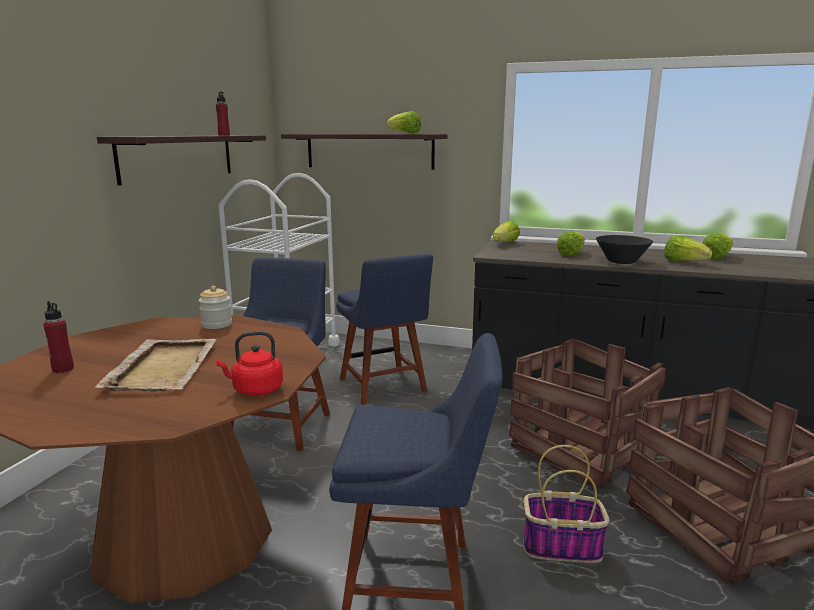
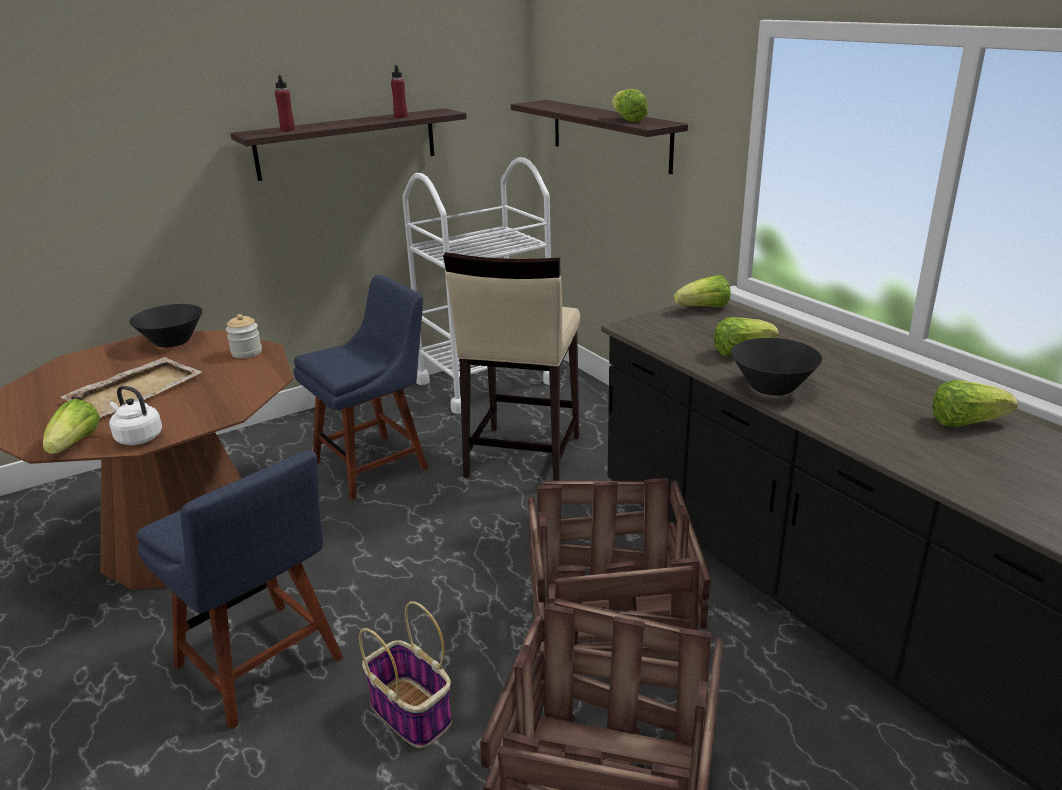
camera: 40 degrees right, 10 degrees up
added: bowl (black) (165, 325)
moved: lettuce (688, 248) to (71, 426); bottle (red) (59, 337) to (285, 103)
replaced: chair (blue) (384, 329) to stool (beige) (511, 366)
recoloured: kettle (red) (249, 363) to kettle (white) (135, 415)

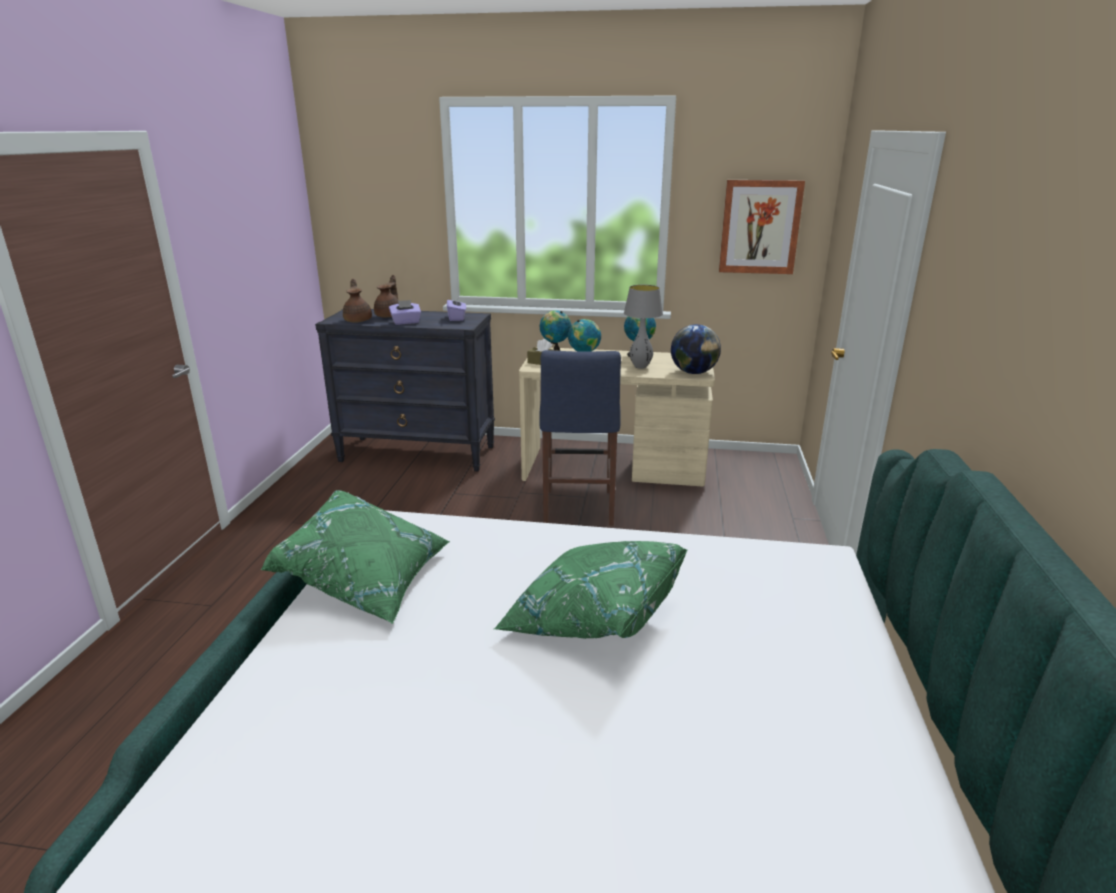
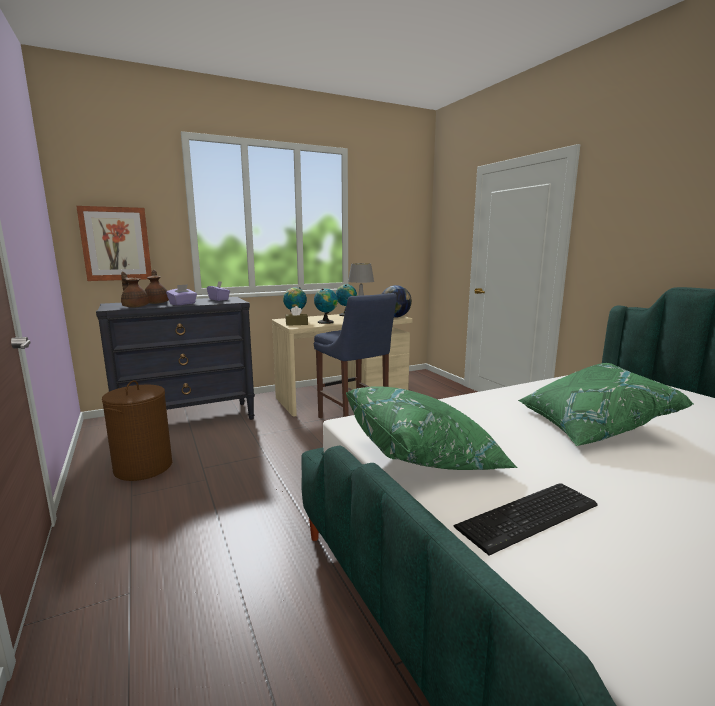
camera: 35 degrees left, 10 degrees down
added: laundry basket (brown) (137, 430); keyboard (526, 520)
moved: picture (762, 227) to (114, 243)

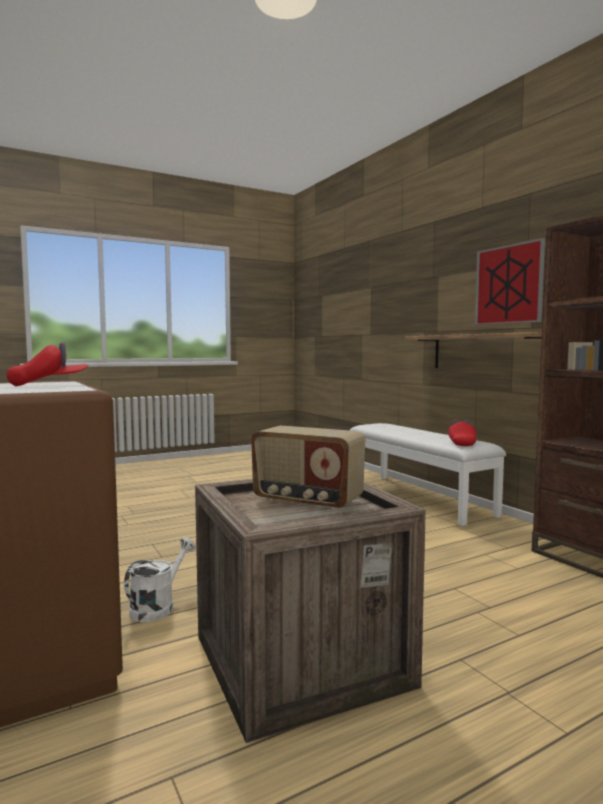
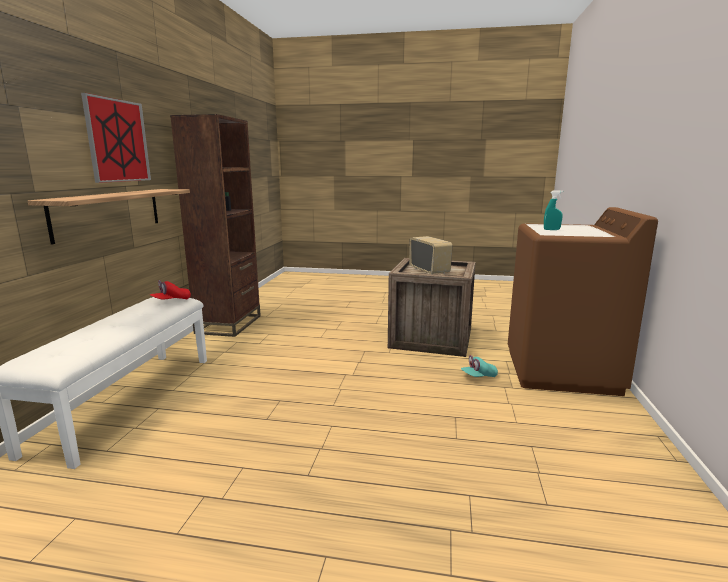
camera: 140 degrees left, 10 degrees up
replaced: watering can (white) (159, 580) to cap (turquoise) (479, 366); cap (red) (47, 364) to spray bottle (turquoise) (553, 210)

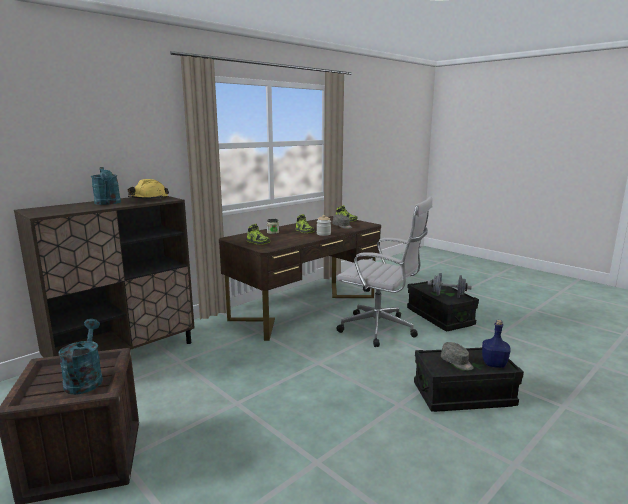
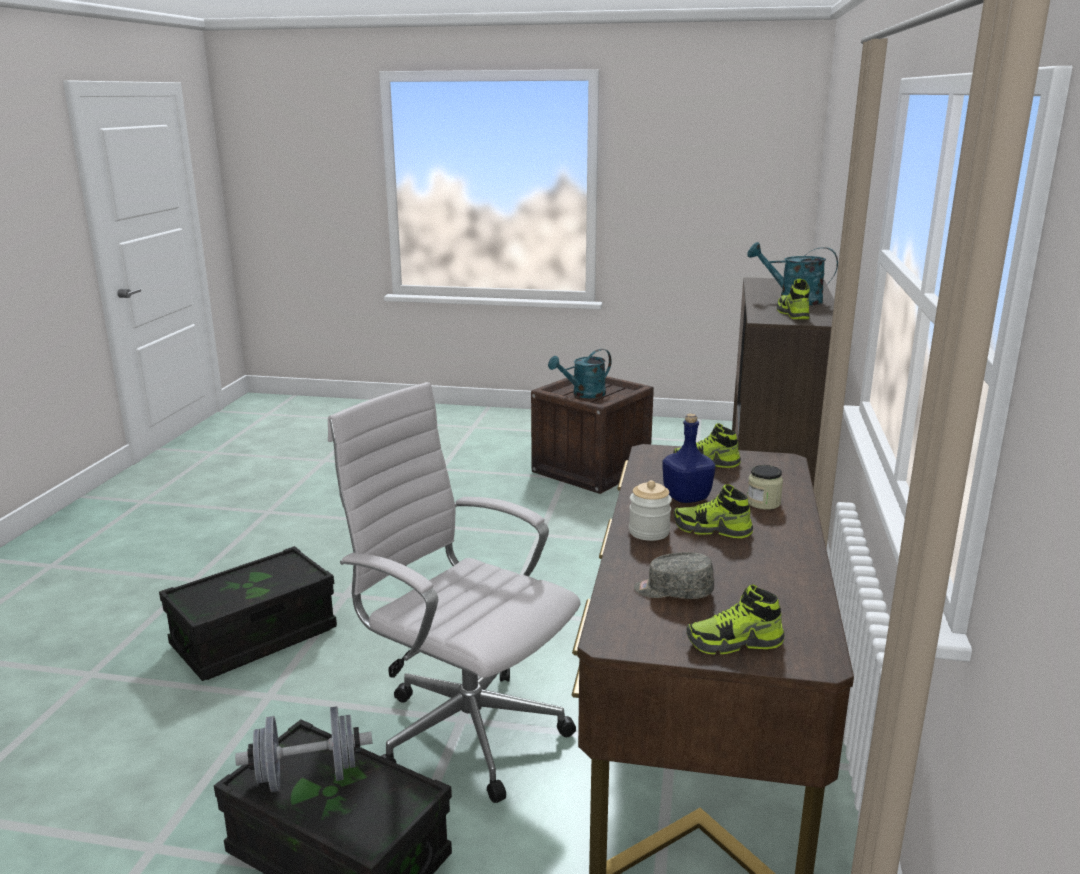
camera: 145 degrees right, 5 degrees up
removed: cap (grey) (457, 356)
moved: bottle (blue) (496, 344) to (688, 458)
replaced: hard hat (yellow) (148, 189) to shoe (793, 299)
turned: office chair (white) (384, 272) = (454, 592) 45 degrees clockwise; watering can (turquoise) (81, 357) = (580, 373) 105 degrees clockwise

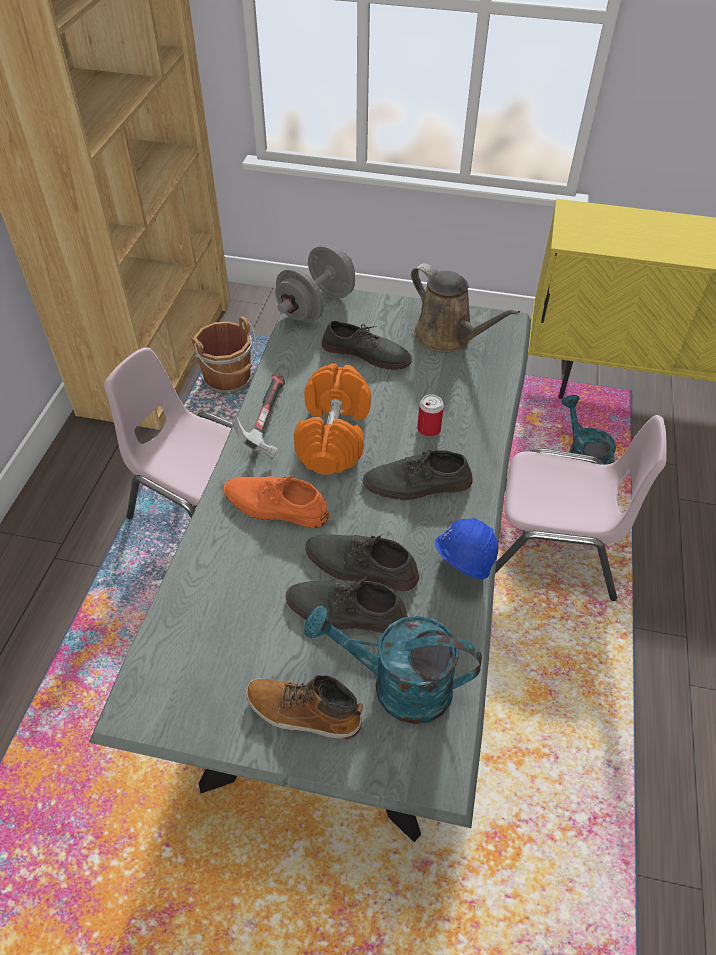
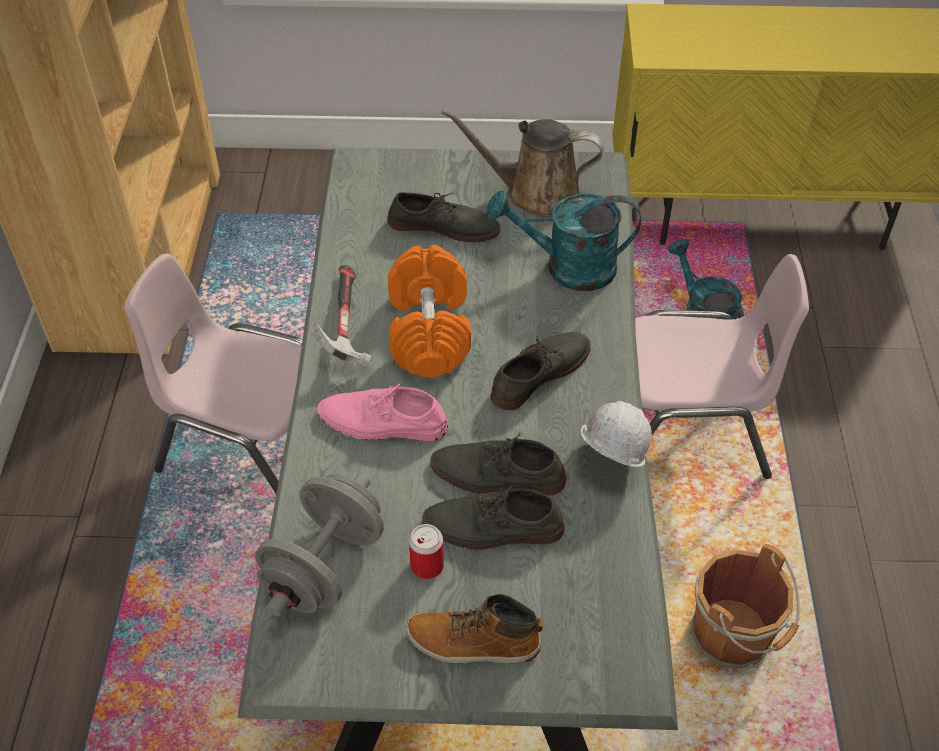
camera: 10 degrees left, 0 degrees up
moved: dumbbell (grey) (315, 283) to (319, 545); can (430, 415) to (426, 551); watering can (turquoise) (393, 665) to (563, 241); bucket (brown) (224, 355) to (744, 606)
recoloured: shoe (orange) (276, 501) to shoe (pink) (383, 411); hard hat (blue) (466, 548) to hard hat (white) (616, 434)
turned: watering can (brown) (465, 307) = (522, 163) 150 degrees clockwise; shoe (grey) (418, 473) = (540, 371) 150 degrees clockwise

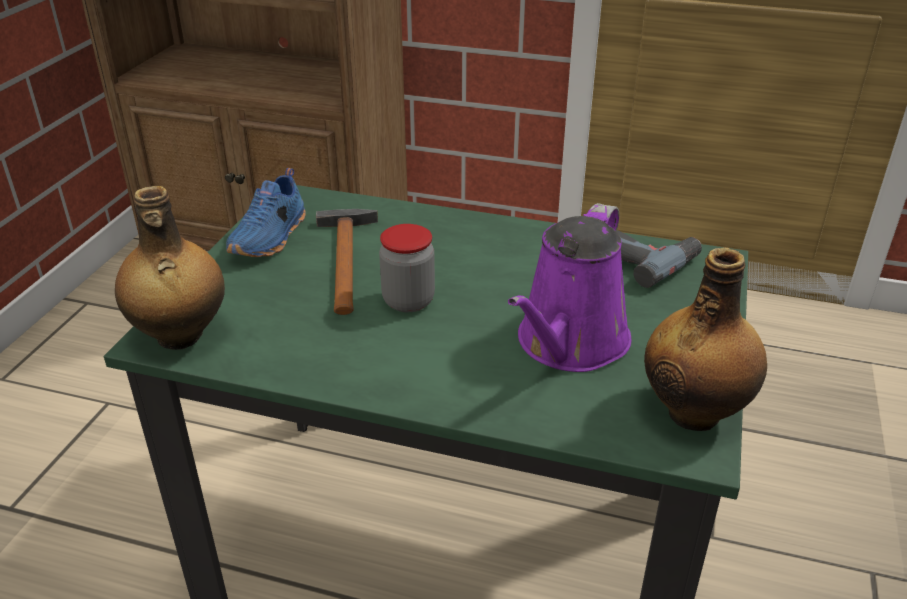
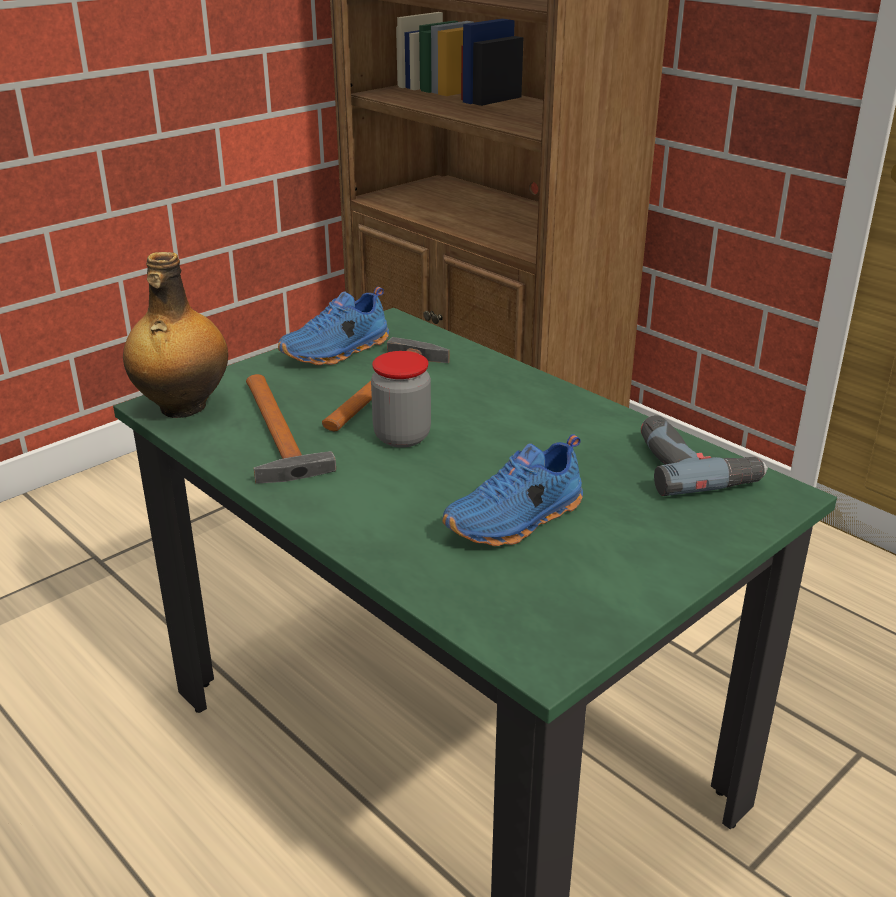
camera: 30 degrees right, 5 degrees down
removed: bottle (705, 339)
added: hammer (291, 429)
replaced: watering can (purple) (569, 287) to shoe (blue) (512, 490)

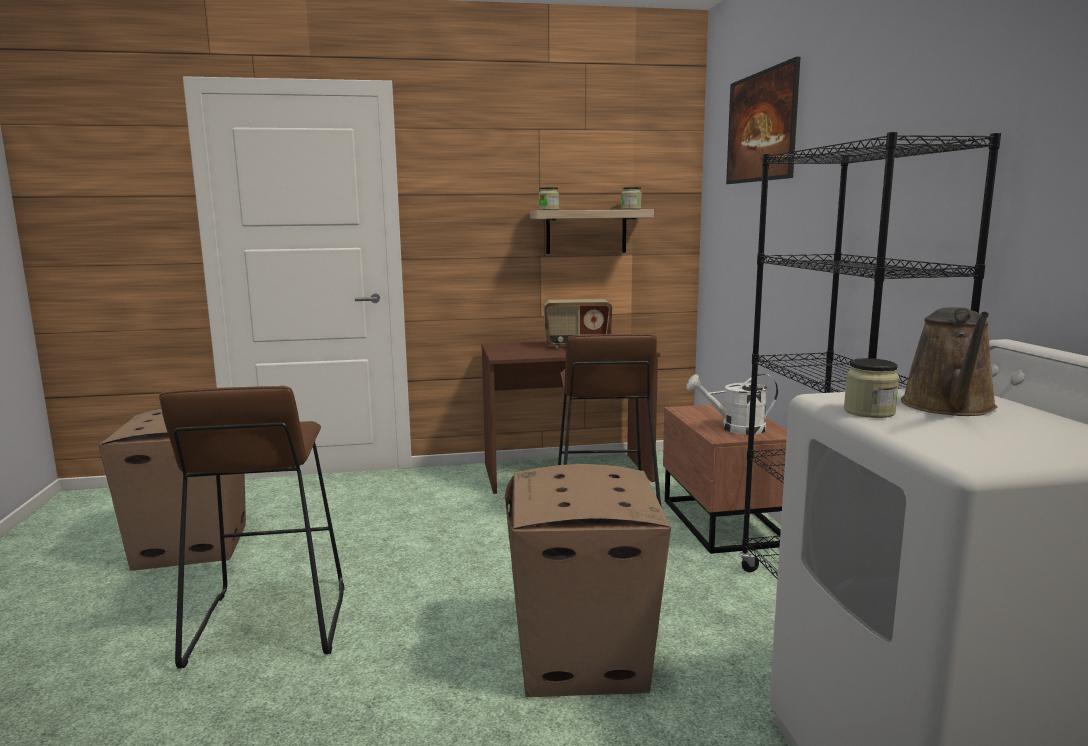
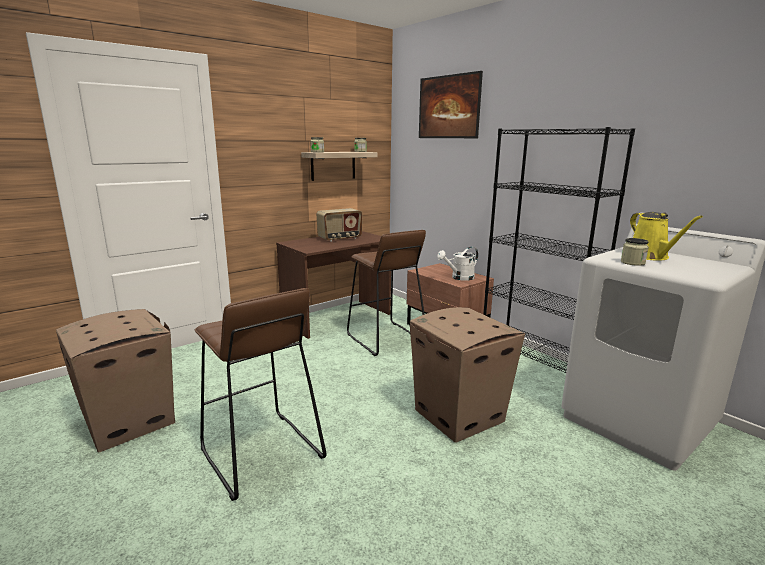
camera: 30 degrees left, 5 degrees up
recoloured: watering can (brown) (949, 361) to watering can (yellow) (666, 236)

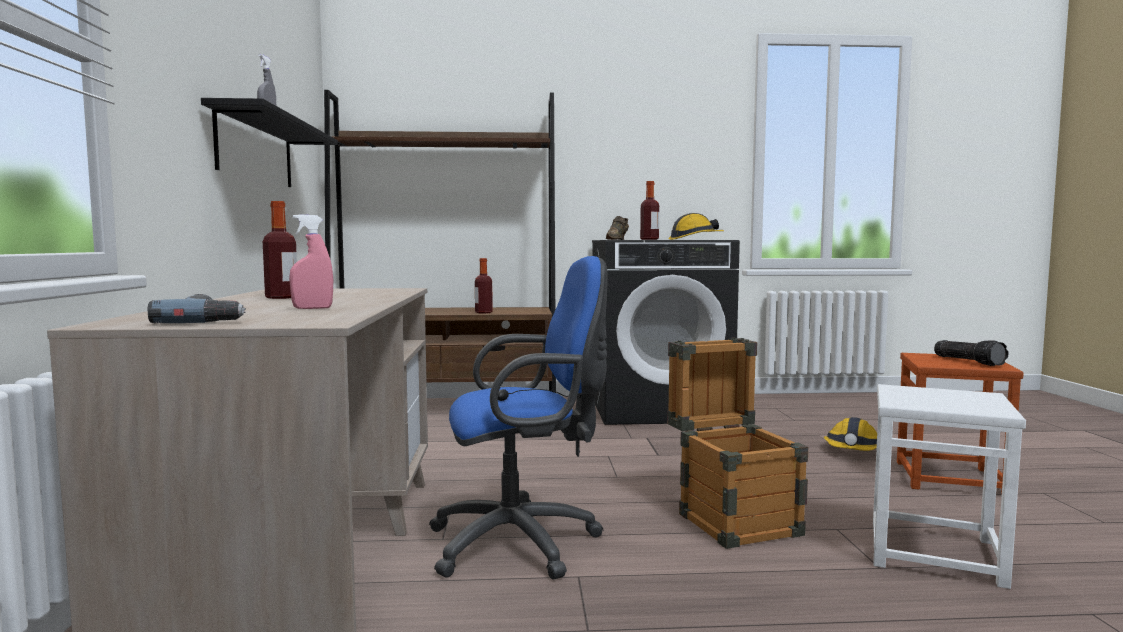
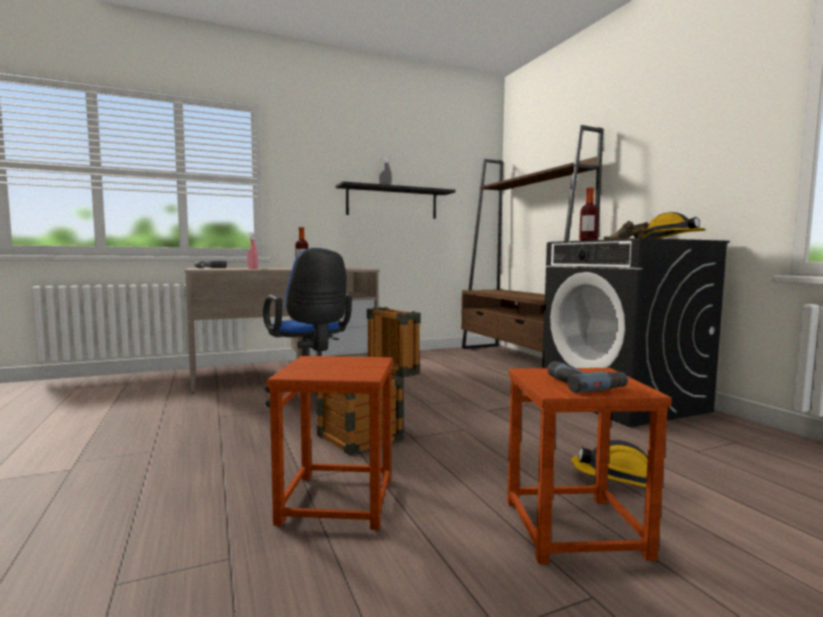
camera: 70 degrees right, 0 degrees up
removed: bottle (484, 285)
replaced: flashlight (971, 353) to power drill (588, 377)
recoloured: stool (white) (949, 486) to stool (brown) (330, 443)

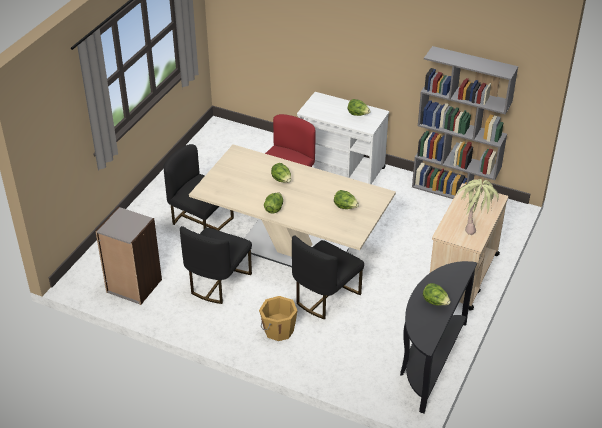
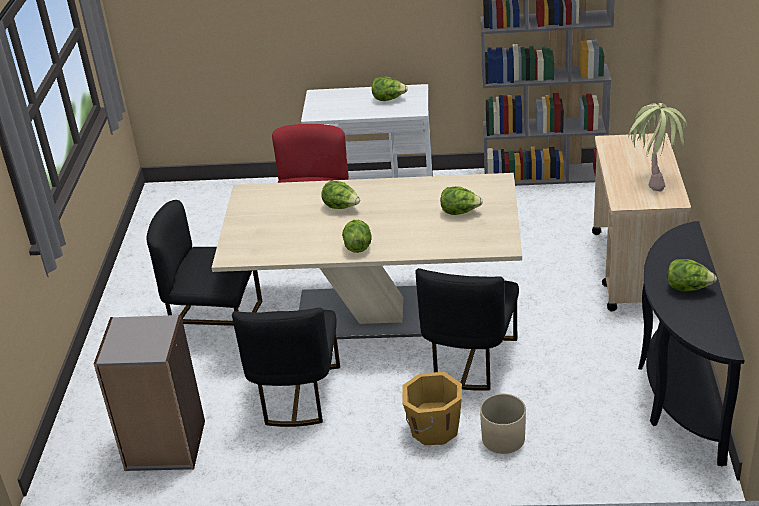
camera: 20 degrees left, 5 degrees down
added: planter (beige) (503, 424)

